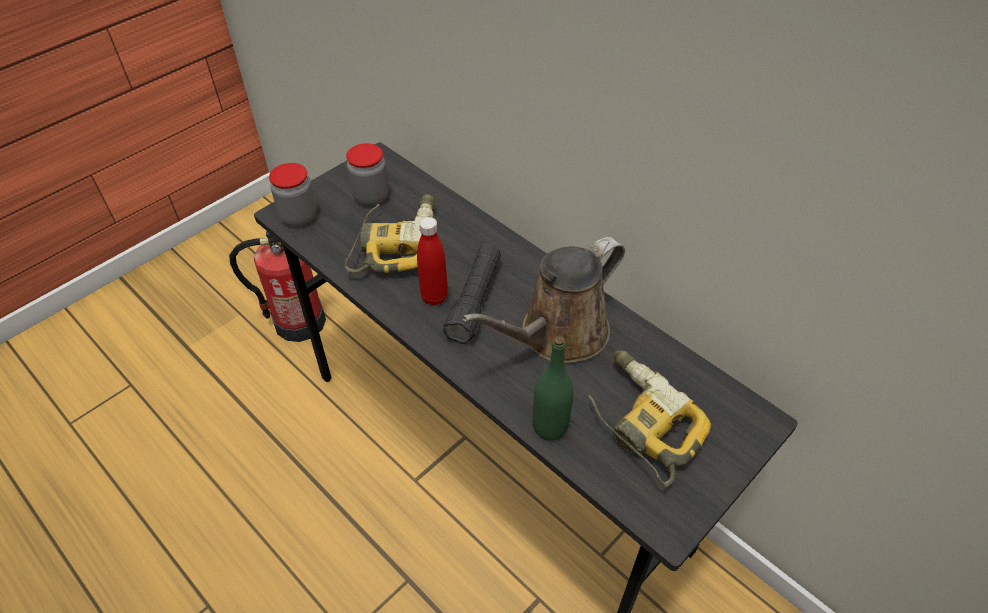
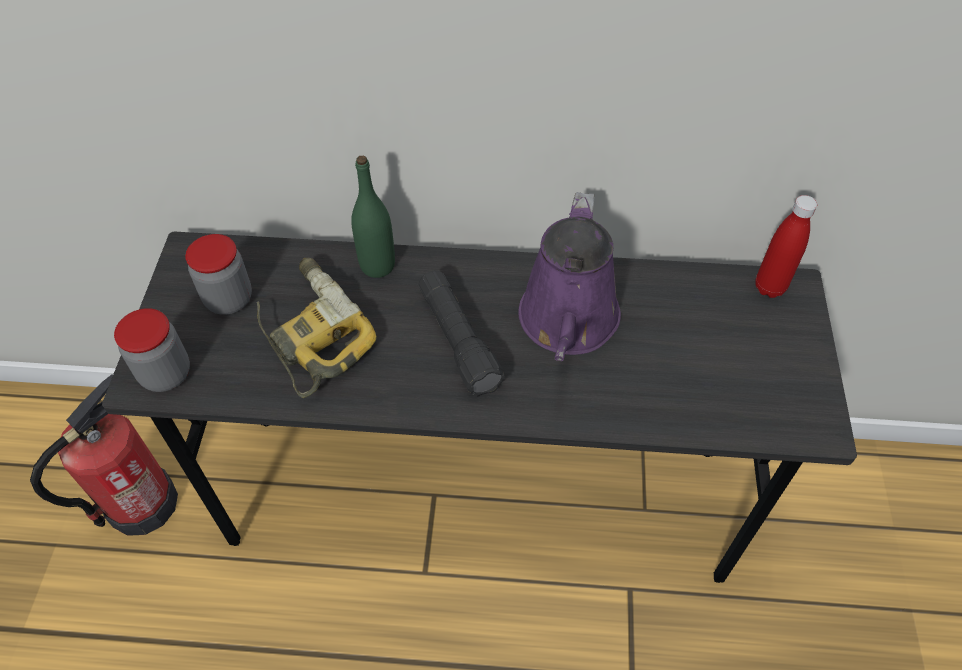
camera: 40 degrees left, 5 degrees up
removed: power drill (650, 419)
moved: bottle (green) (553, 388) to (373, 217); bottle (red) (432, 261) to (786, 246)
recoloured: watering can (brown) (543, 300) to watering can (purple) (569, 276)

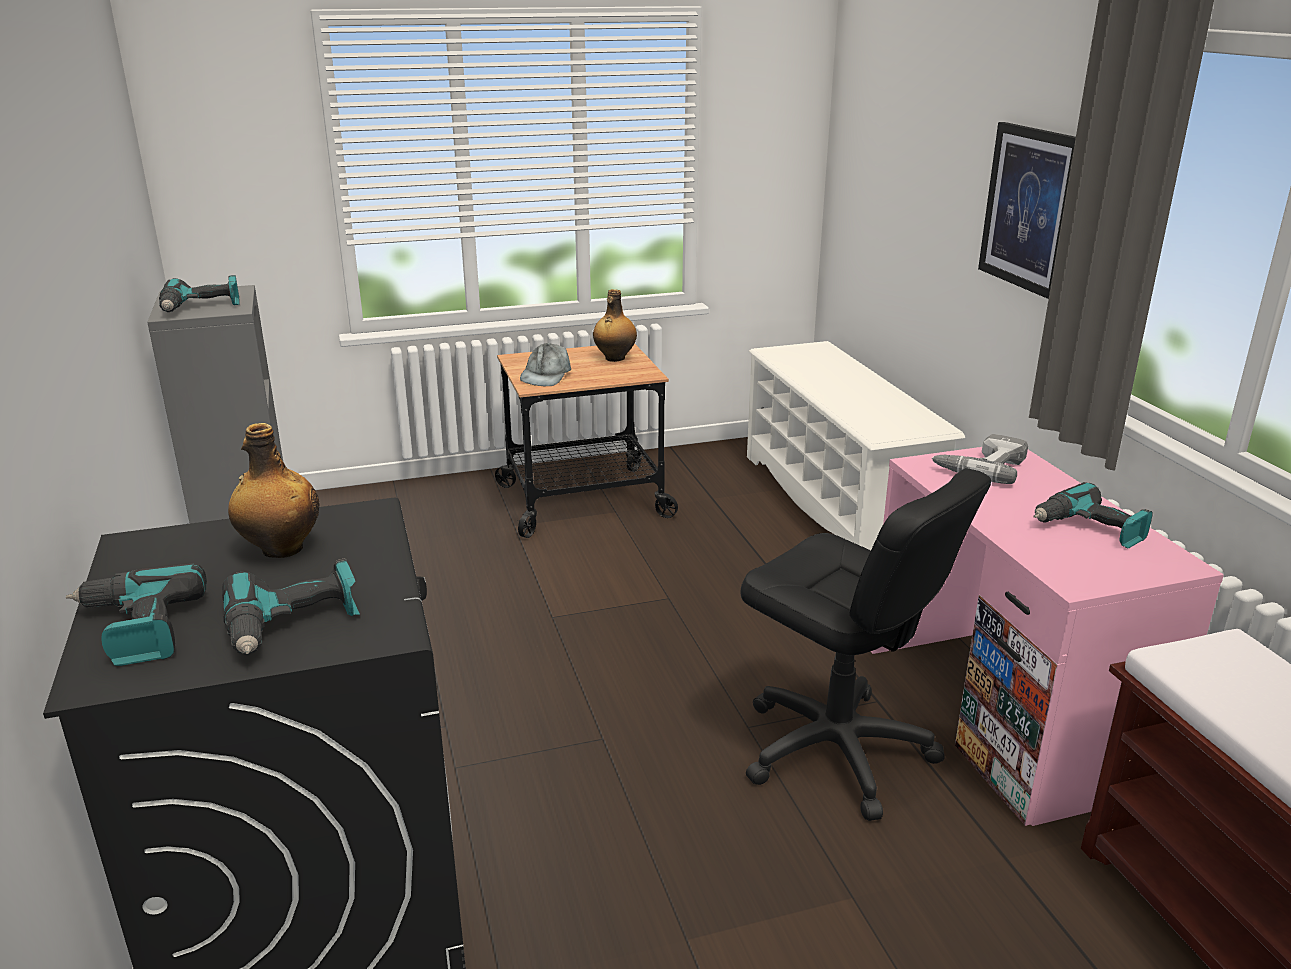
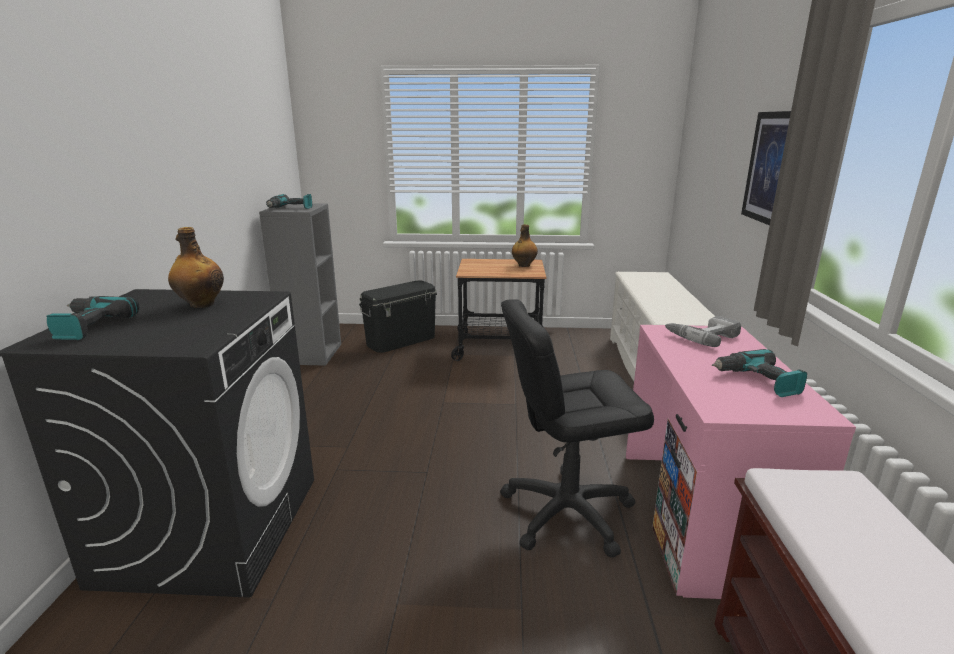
camera: 20 degrees right, 5 degrees down
removed: power drill (291, 606); cap (grey) (545, 364)
added: storage box (black) (398, 316)
turned: office chair (black) (866, 644) = (577, 428) 105 degrees clockwise

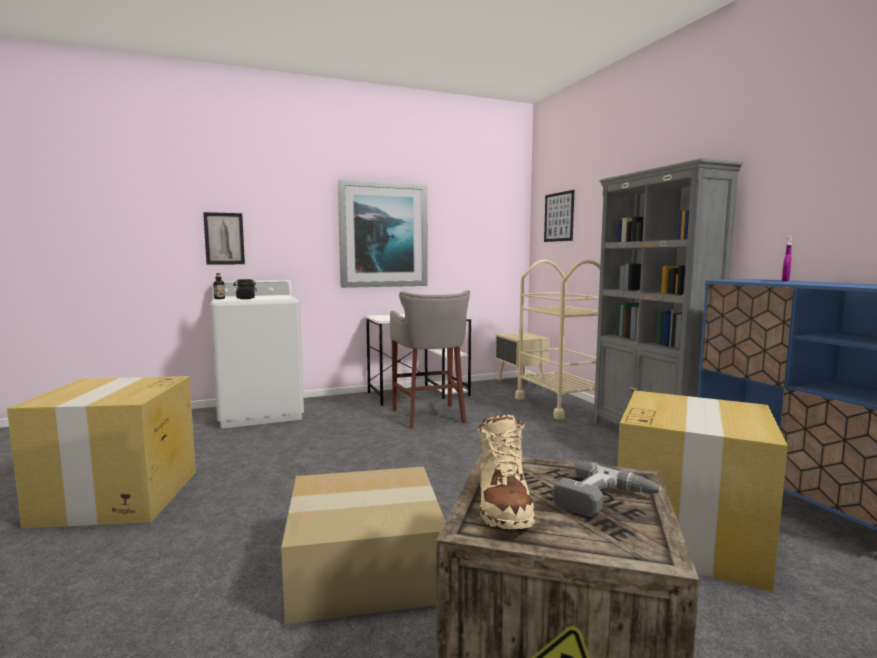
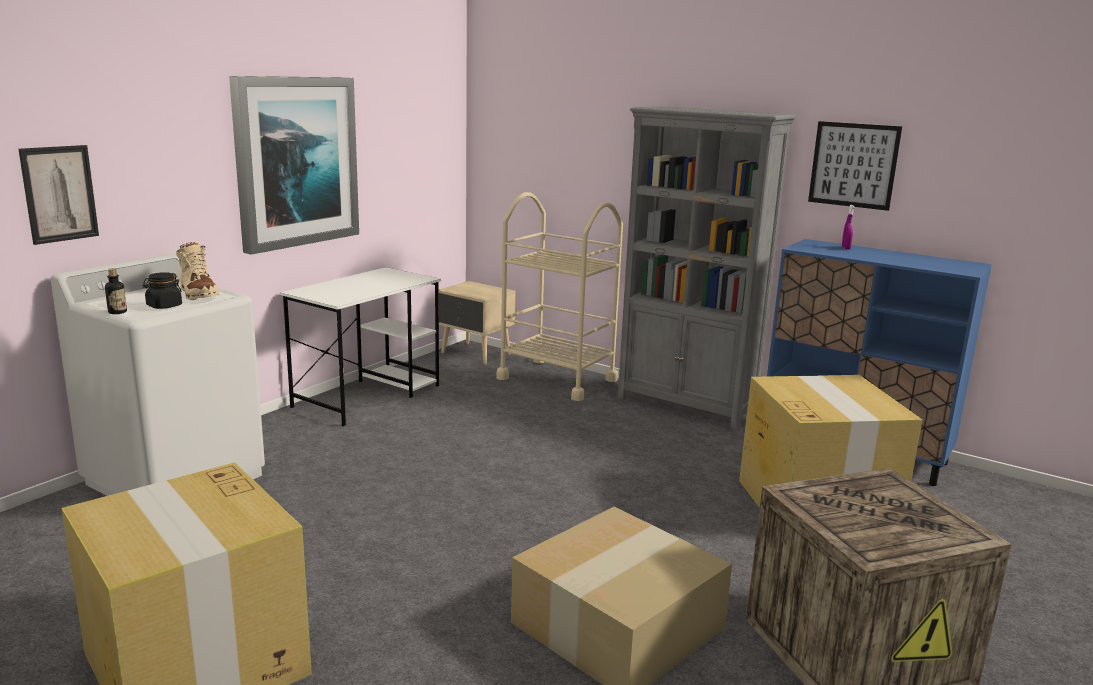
camera: 35 degrees left, 10 degrees up
removed: stool (grey) (430, 359); power drill (607, 489)
moved: boot (beige) (506, 472) to (198, 271); picture (559, 216) to (855, 166)

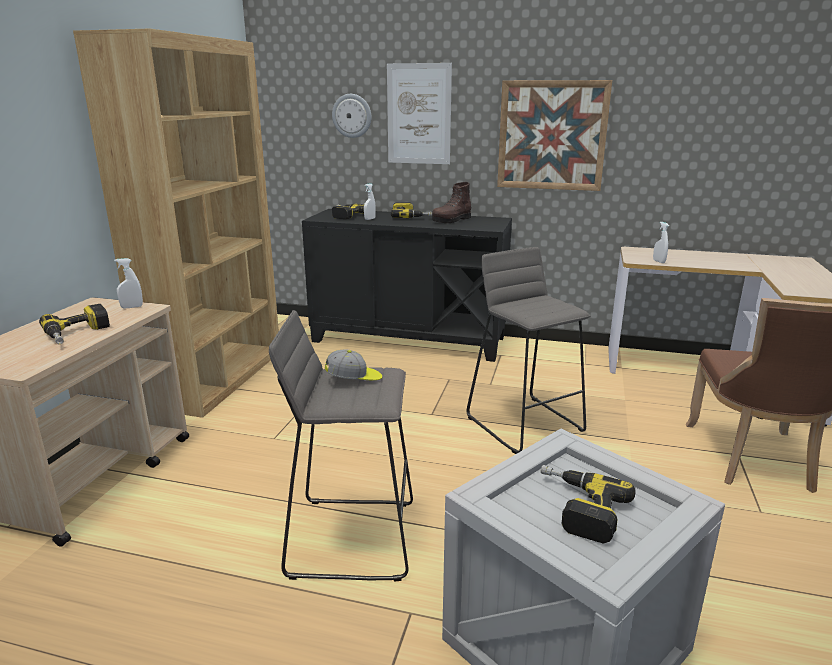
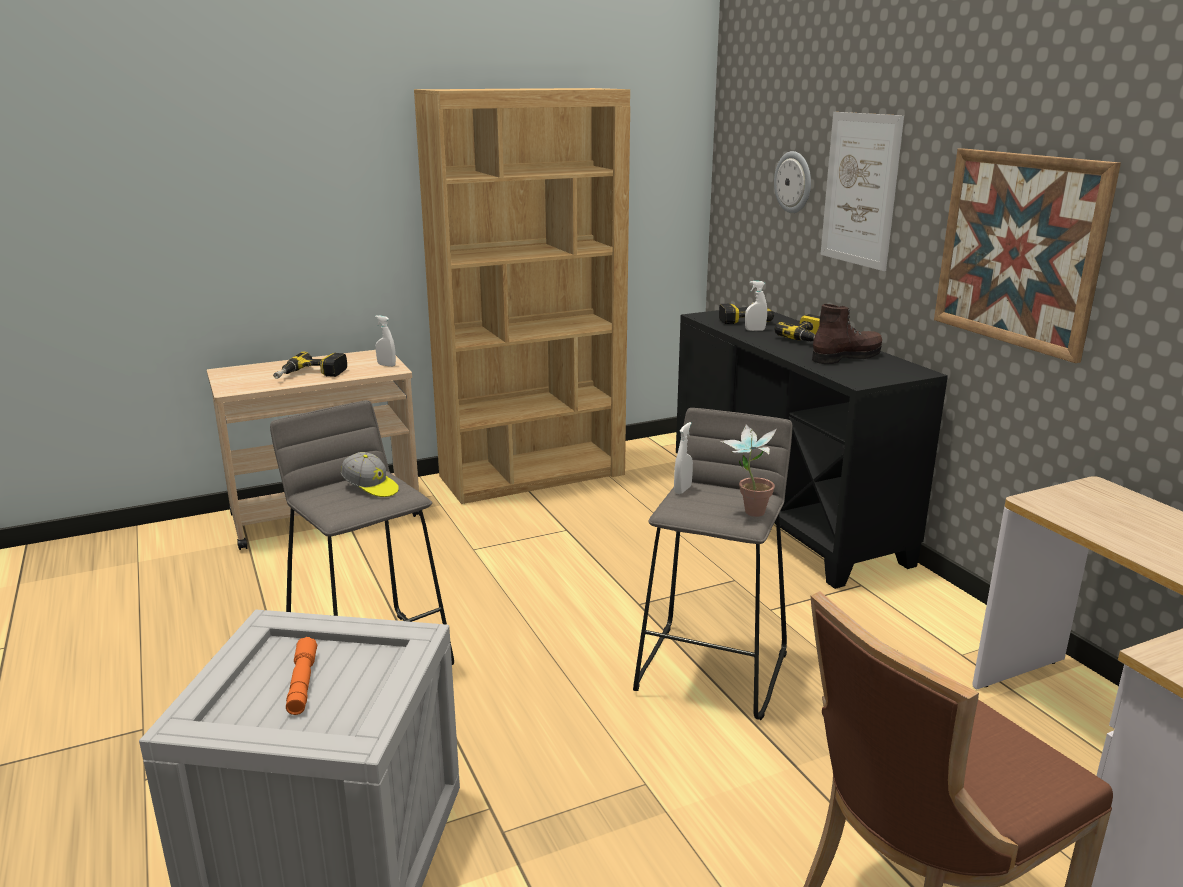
camera: 50 degrees right, 0 degrees up
added: potted plant (749, 471)
moved: spray bottle (white) (661, 242) to (683, 458)
replaced: power drill (588, 504) to flashlight (orange) (301, 676)
turned: boot (brown) (451, 202) = (847, 334) 150 degrees clockwise

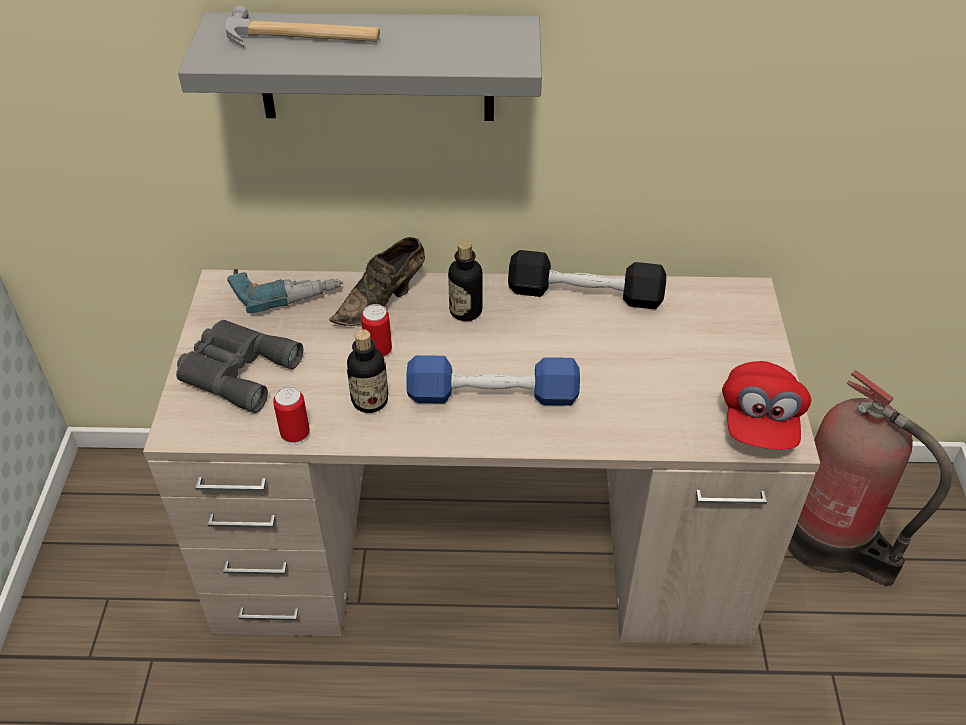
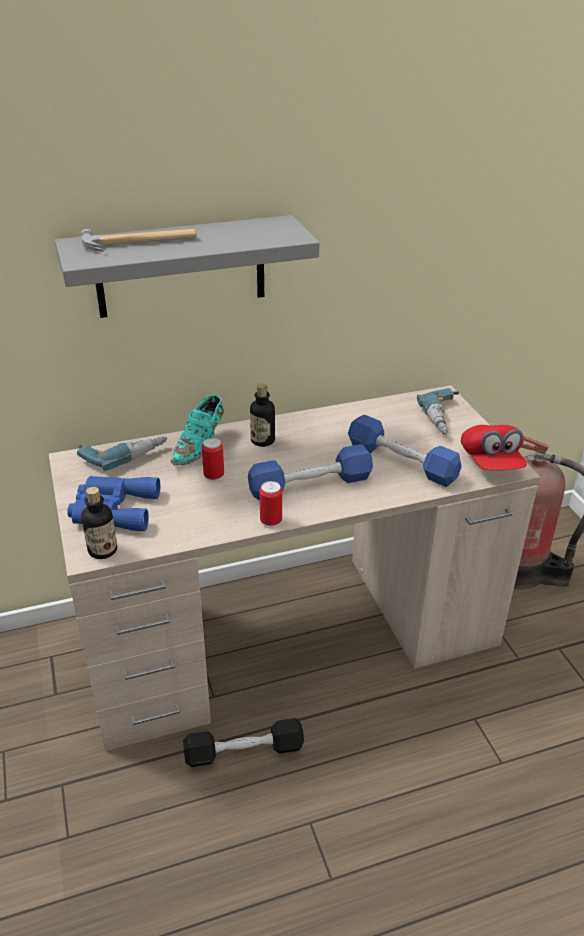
camera: 20 degrees left, 10 degrees down
added: dumbbell (blue) (405, 451); power drill (438, 411)
moved: bottle (367, 371) to (99, 523); dumbbell (black) (587, 279) to (243, 742); can (291, 415) to (271, 504)
recoloured: binoculars (grey) (239, 366) to binoculars (blue) (113, 503); shoe (brown) (377, 281) to shoe (turquoise) (197, 430)

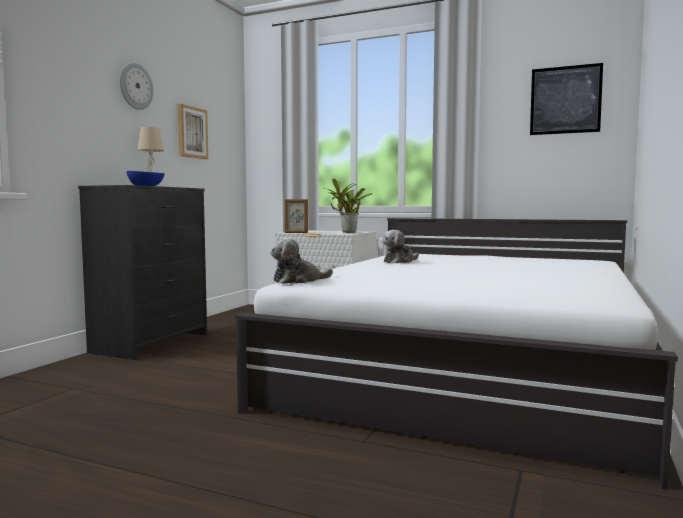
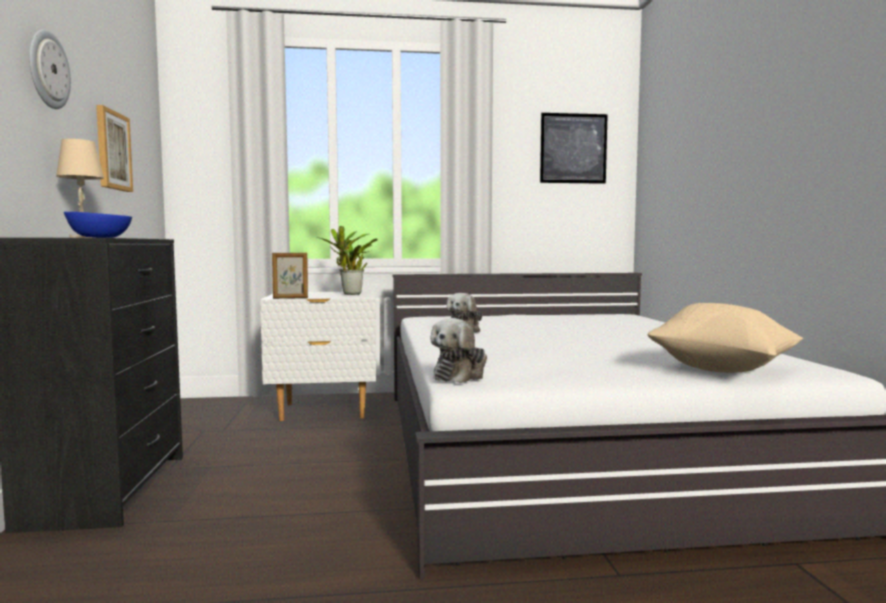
camera: 30 degrees left, 0 degrees up
added: pillow (beige) (725, 338)

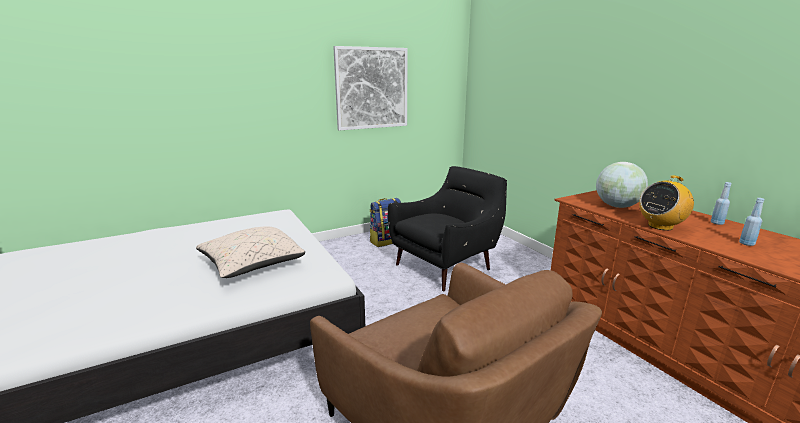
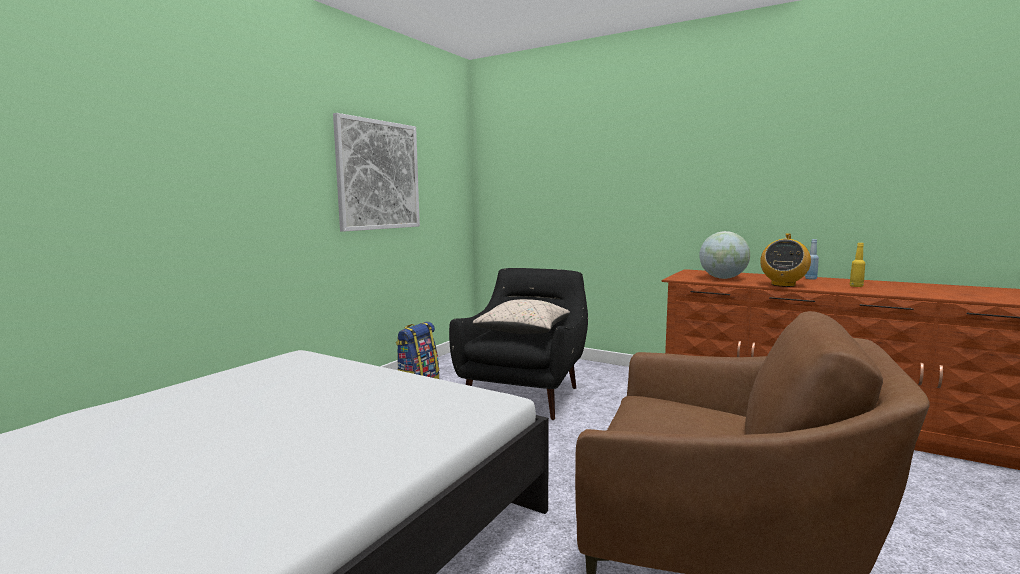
camera: 30 degrees left, 10 degrees down
moved: pillow (beige) (250, 252) to (521, 316)
recoloured: bottle (blue) (752, 222) to bottle (yellow) (857, 265)

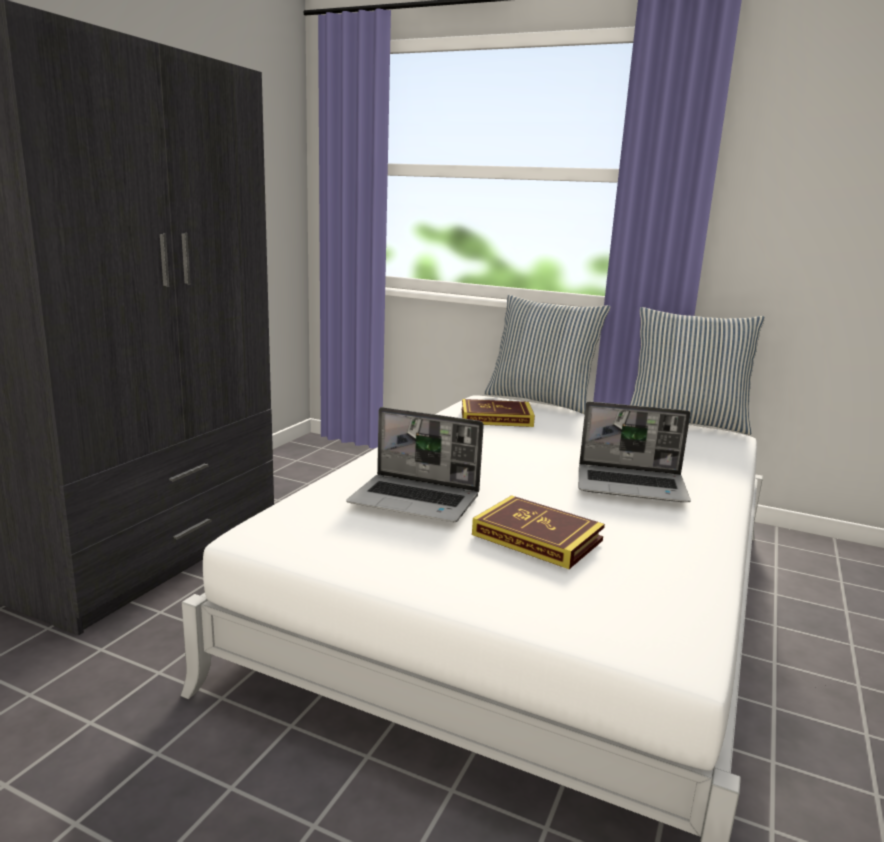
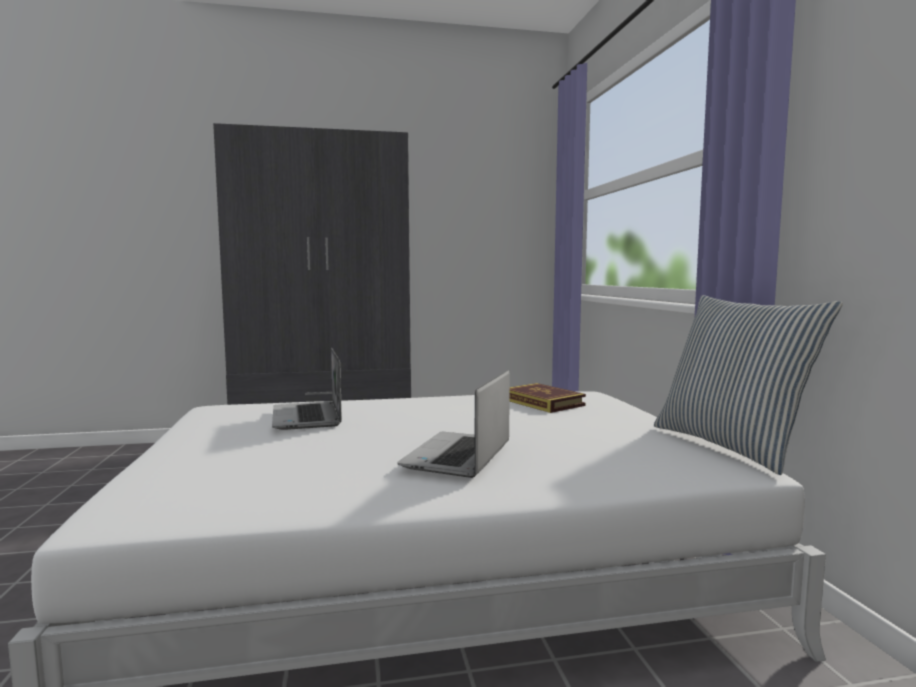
camera: 55 degrees right, 10 degrees down
removed: book (538, 532); pillow (547, 354)
turned: laptop (635, 451) = (453, 424) 45 degrees clockwise

